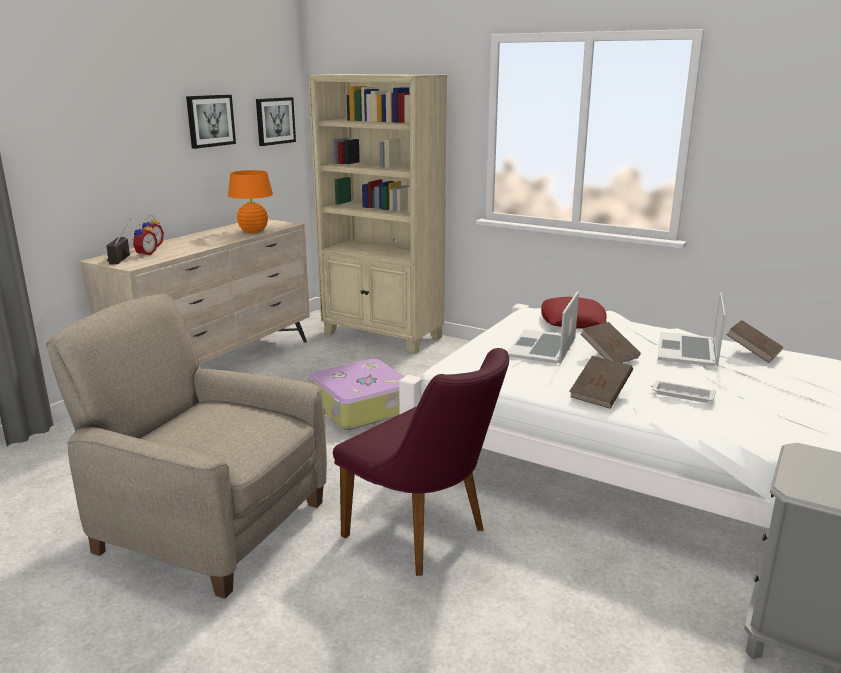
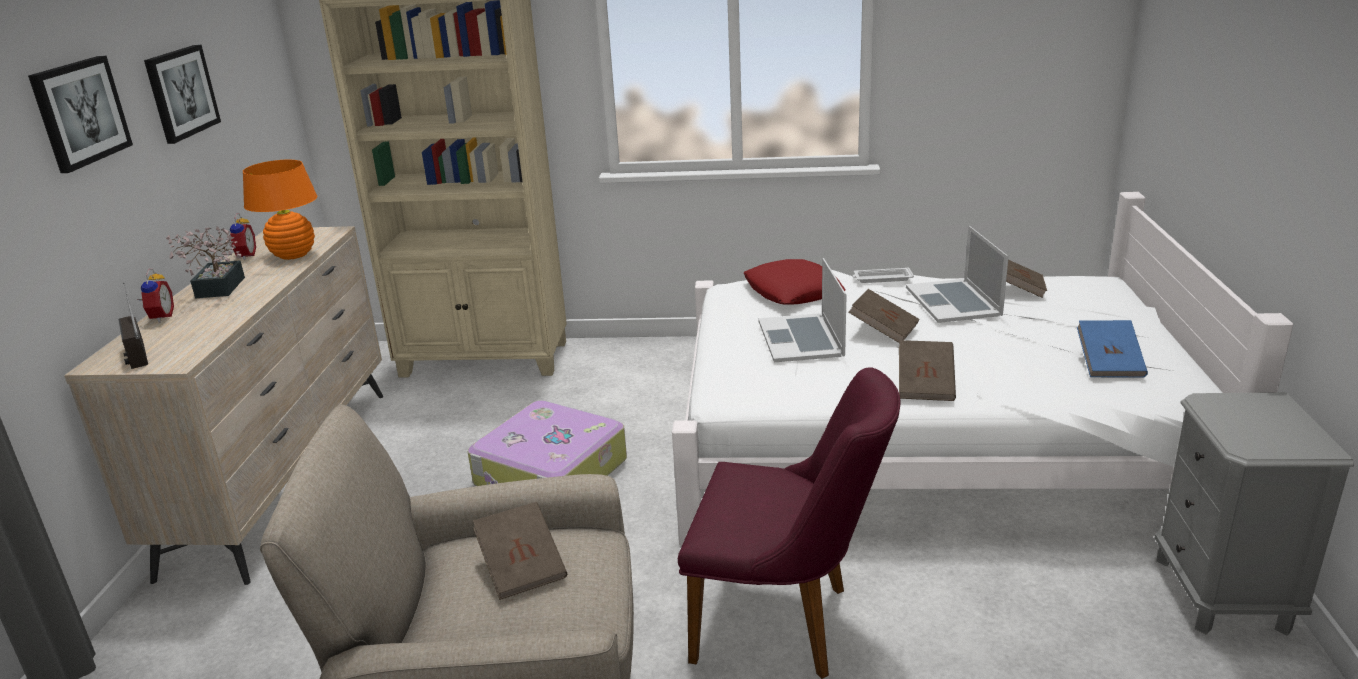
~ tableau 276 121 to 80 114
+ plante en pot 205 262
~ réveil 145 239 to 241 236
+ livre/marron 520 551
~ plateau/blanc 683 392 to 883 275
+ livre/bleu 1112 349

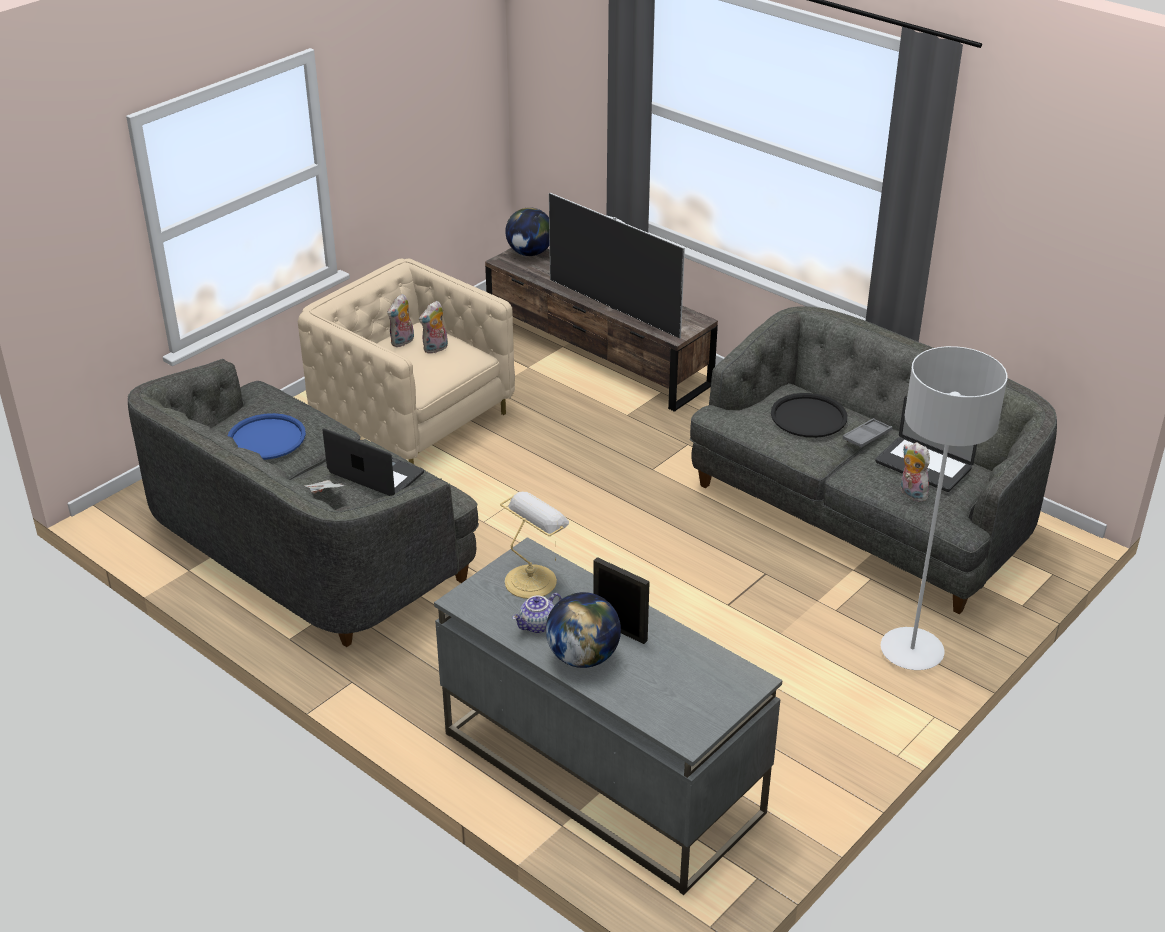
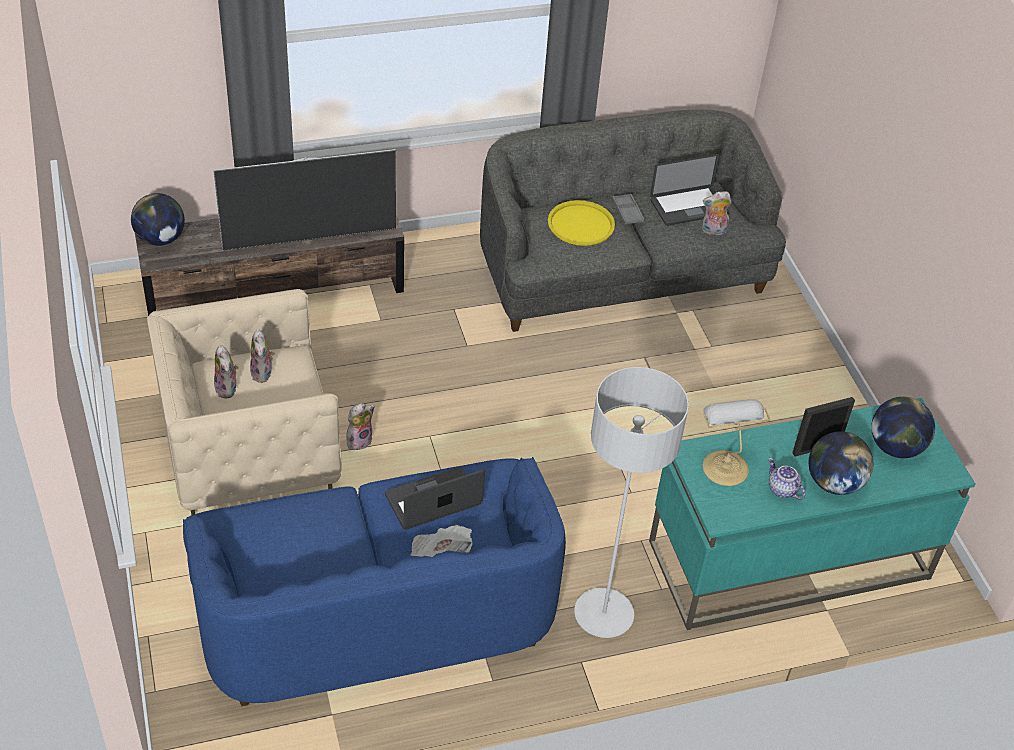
~ canapé/gris 303 503 to canapé/bleu 374 581
+ peluche 361 426
~ plateau/noir 809 415 to plateau/jaune 581 223
~ lampadaire/gris 943 508 to 631 502
~ bureau/gris 608 716 to bureau/turquoise 812 514
~ théière 537 613 = 786 479 150 degrees clockwise
+ globe 903 427
- plateau/bleu 267 436

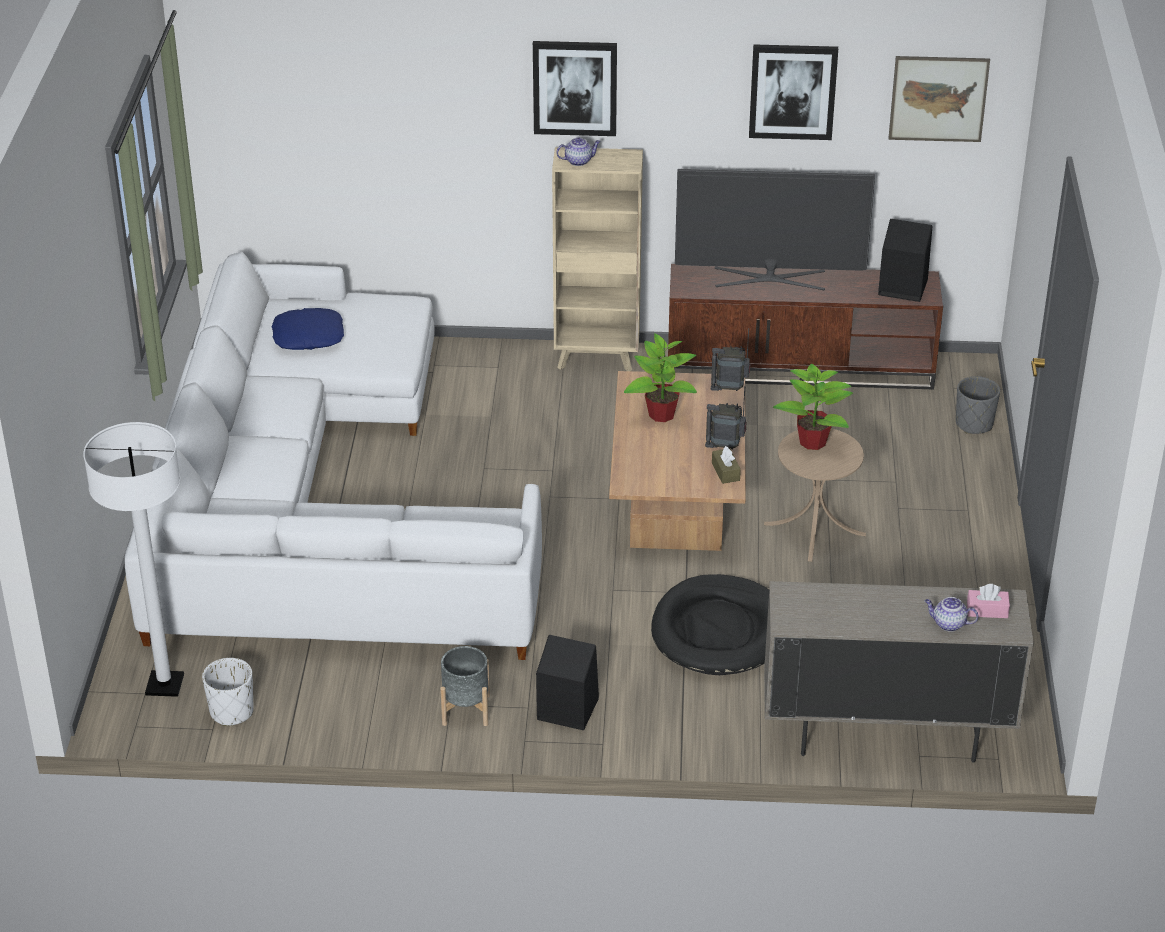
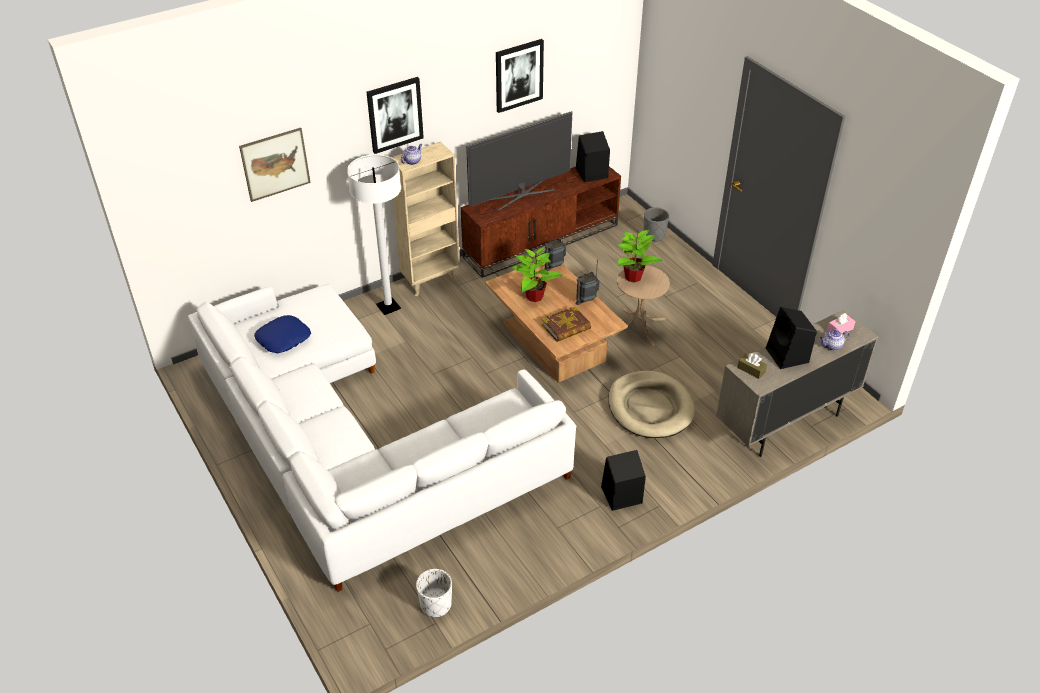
~ tableau 939 99 to 275 165
~ lampadaire/blanc 133 559 to 374 235
+ livre 566 324
~ panier pour chien/noir 710 624 to panier pour chien/beige 651 404
~ boîte à mouchoirs/marron 726 465 to 752 366
+ enceinte/noir 791 338
- cache-pot/gris 465 686

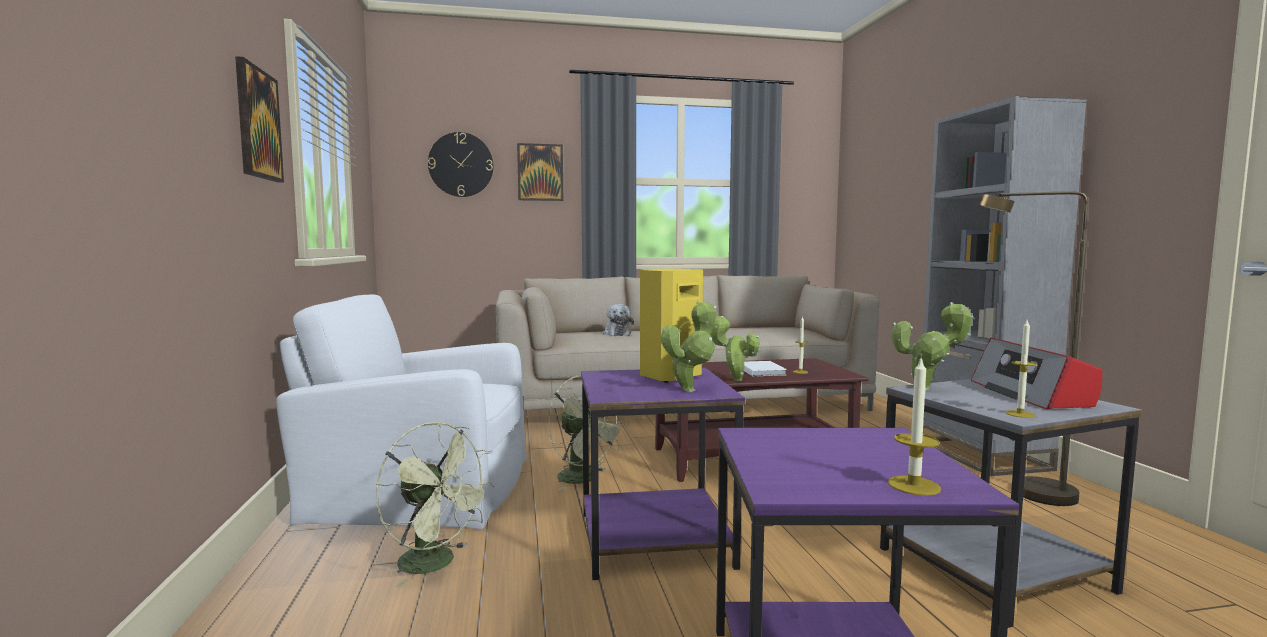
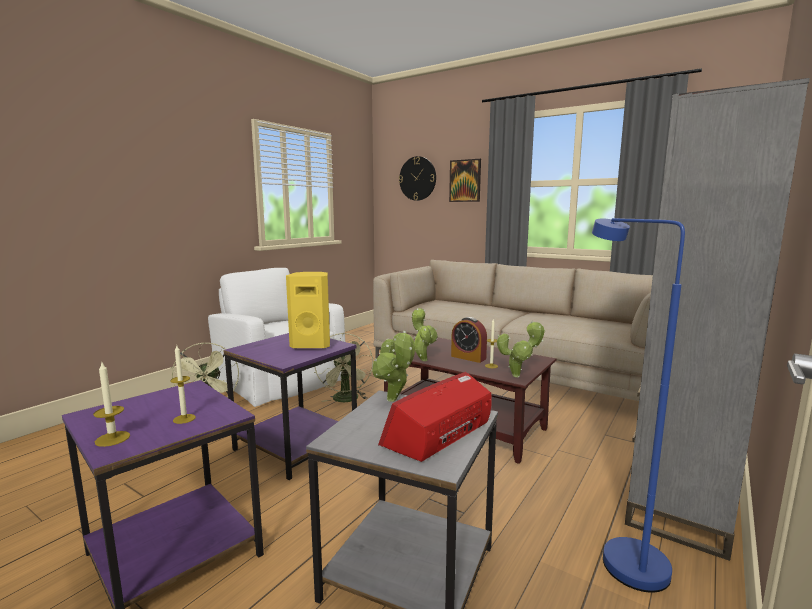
~ bougie 1021 369 to 183 384
~ livre/blanc 765 368 to réveil 469 340
~ plante en pot 689 346 to 521 349
~ lampadaire/marron 1033 348 to lampadaire/bleu 638 405
- tableau 259 119
- peluche 618 320

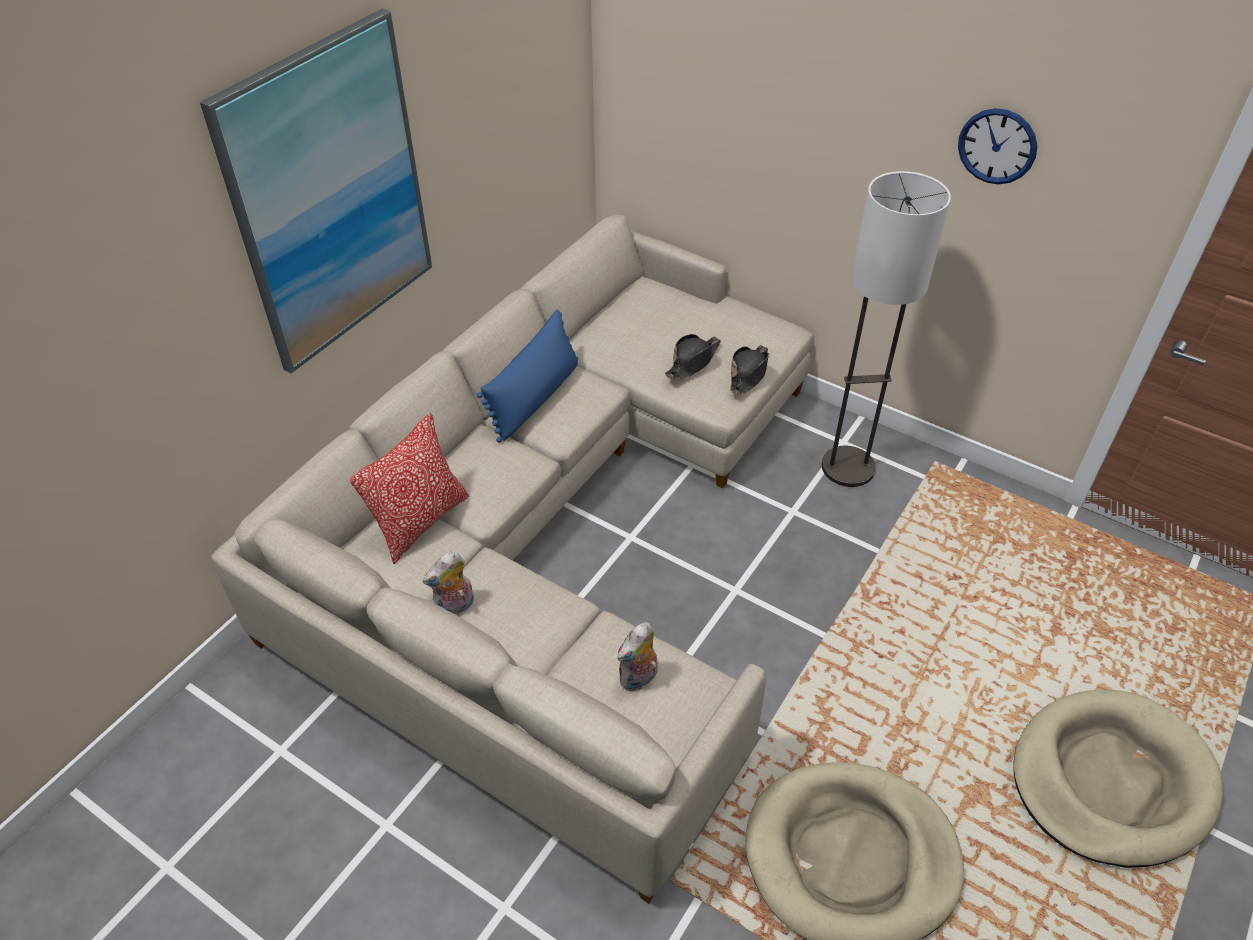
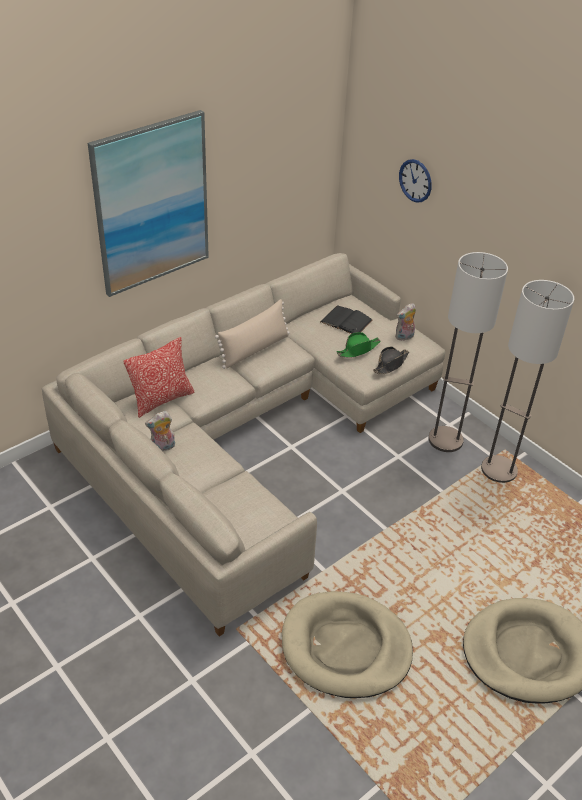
~ coussin/bleu 527 376 to coussin/beige 252 334
+ livre/noir 346 320
~ chapeau/noir 693 356 to chapeau/vert 358 345
~ peluche 638 656 to 405 322
~ horloge murale 997 146 to 415 181
+ lampadaire 527 381

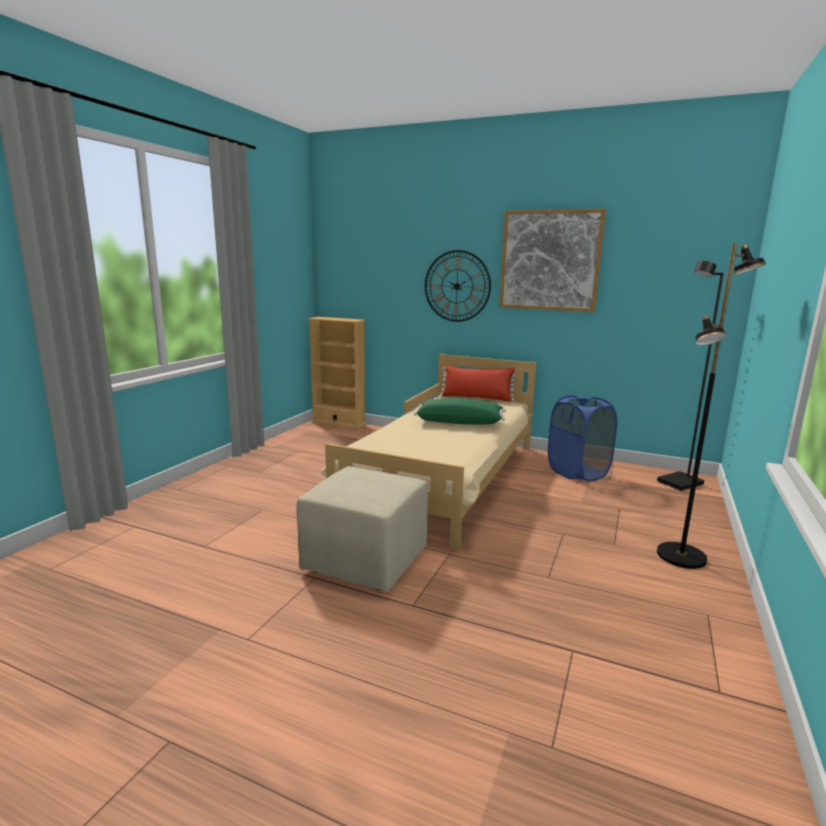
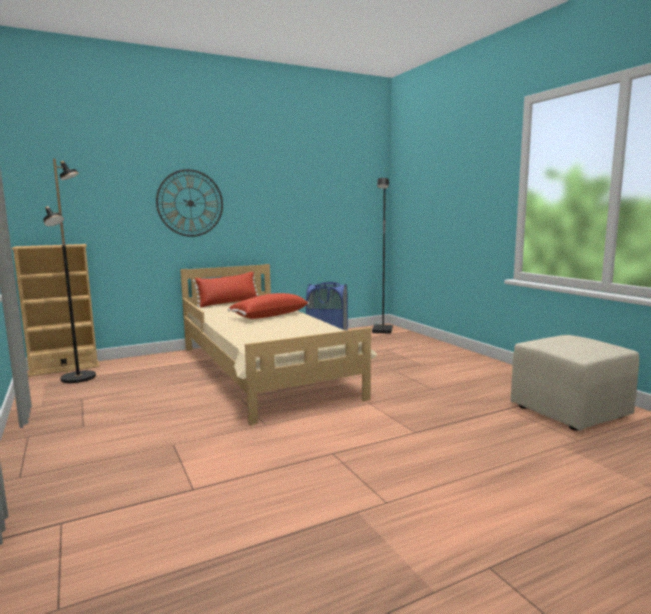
~ lampadaire/noir 711 406 to 69 270
~ coussin/vert 459 411 to coussin/rouge 268 306
~ pouf/beige 362 529 to 574 383
- tableau 552 260

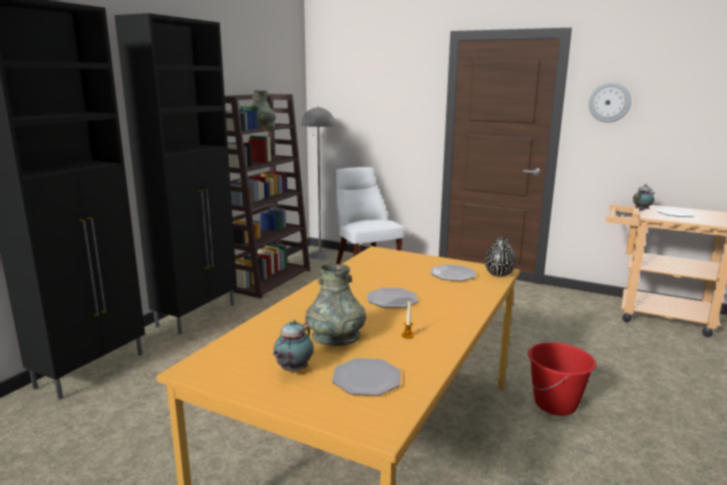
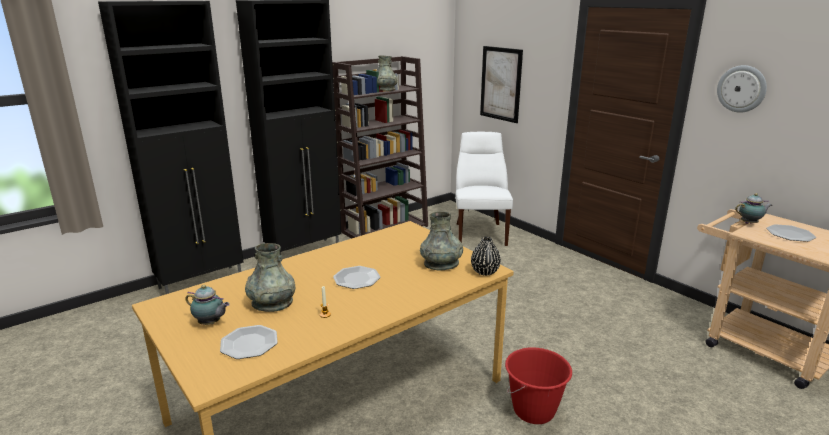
~ théière 293 346 = 207 305 120 degrees counterclockwise
~ assiette 453 272 to vase/gris 441 240
+ tableau 501 84
- lampadaire/gris 318 182

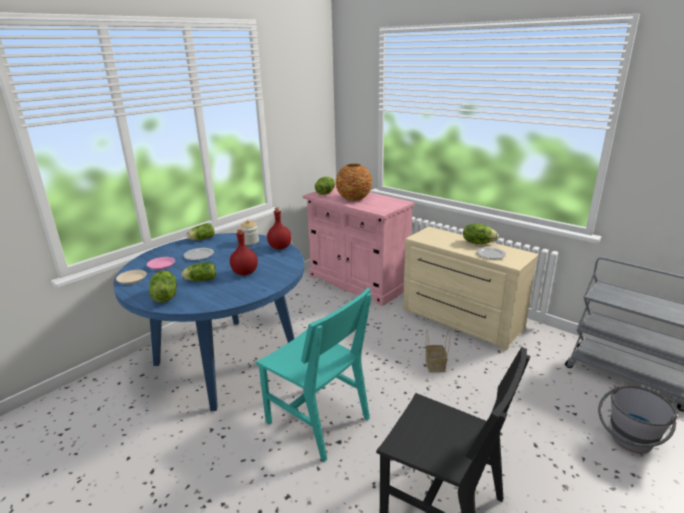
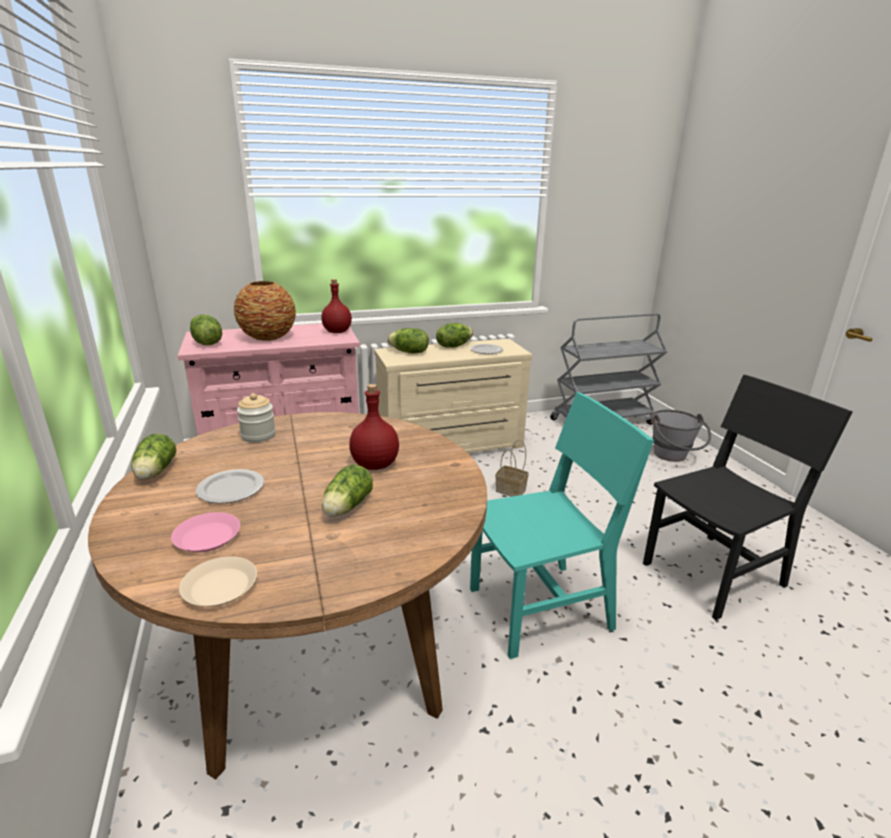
~ table à manger/bleu 208 322 to table à manger/marron 287 596
~ bouteille/rouge 279 228 to 336 306
~ laitue 163 287 to 408 340

